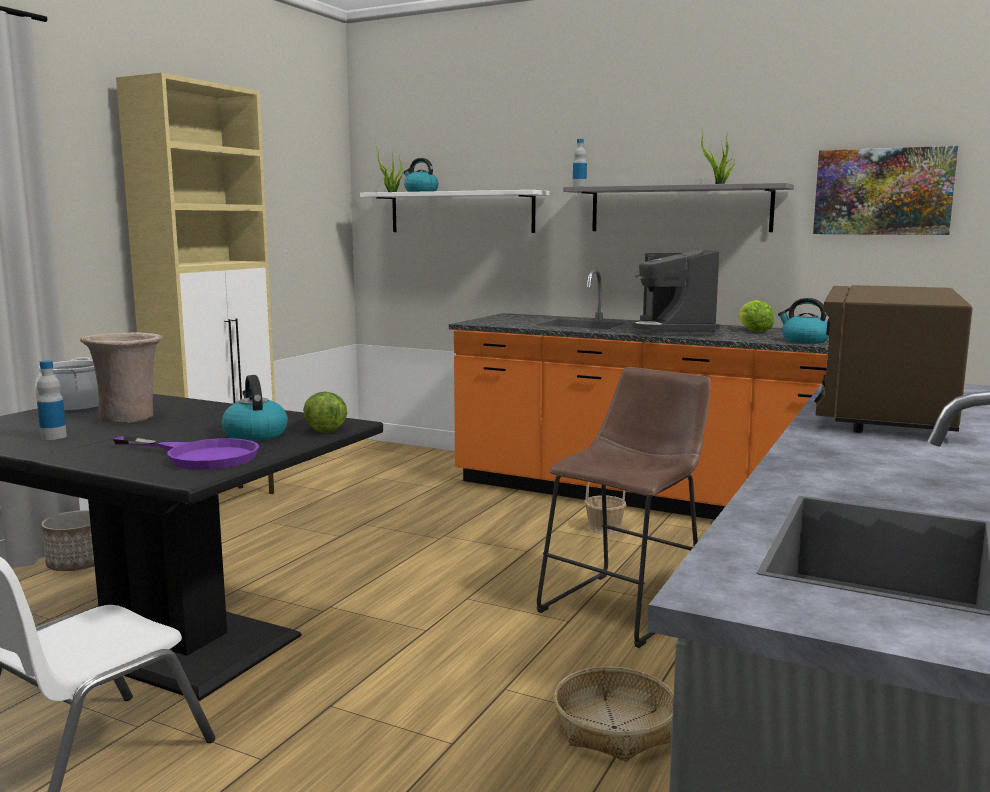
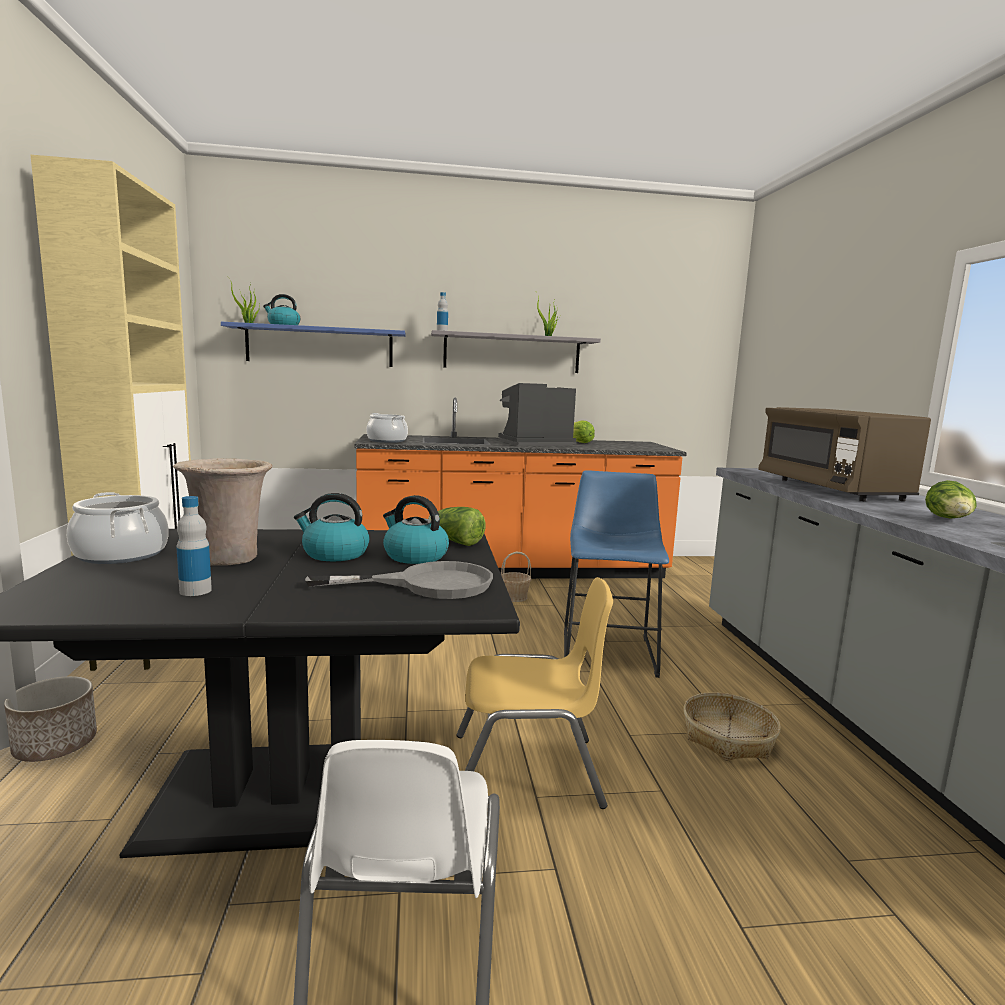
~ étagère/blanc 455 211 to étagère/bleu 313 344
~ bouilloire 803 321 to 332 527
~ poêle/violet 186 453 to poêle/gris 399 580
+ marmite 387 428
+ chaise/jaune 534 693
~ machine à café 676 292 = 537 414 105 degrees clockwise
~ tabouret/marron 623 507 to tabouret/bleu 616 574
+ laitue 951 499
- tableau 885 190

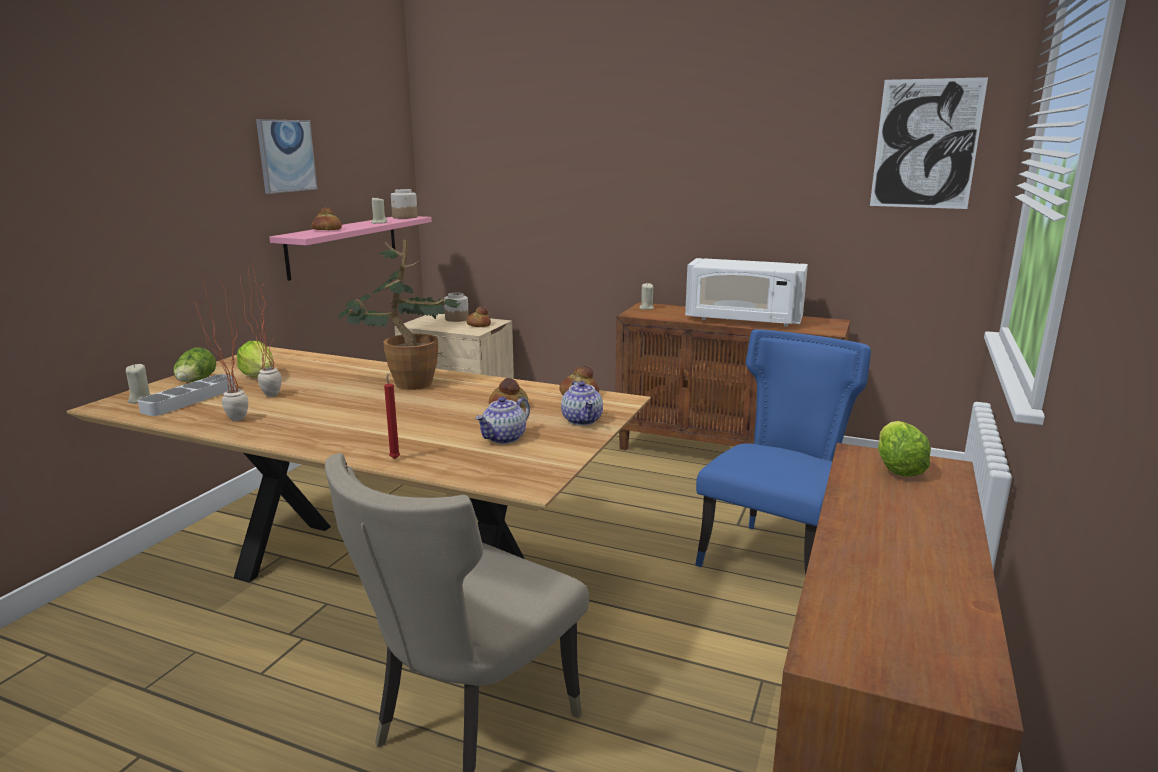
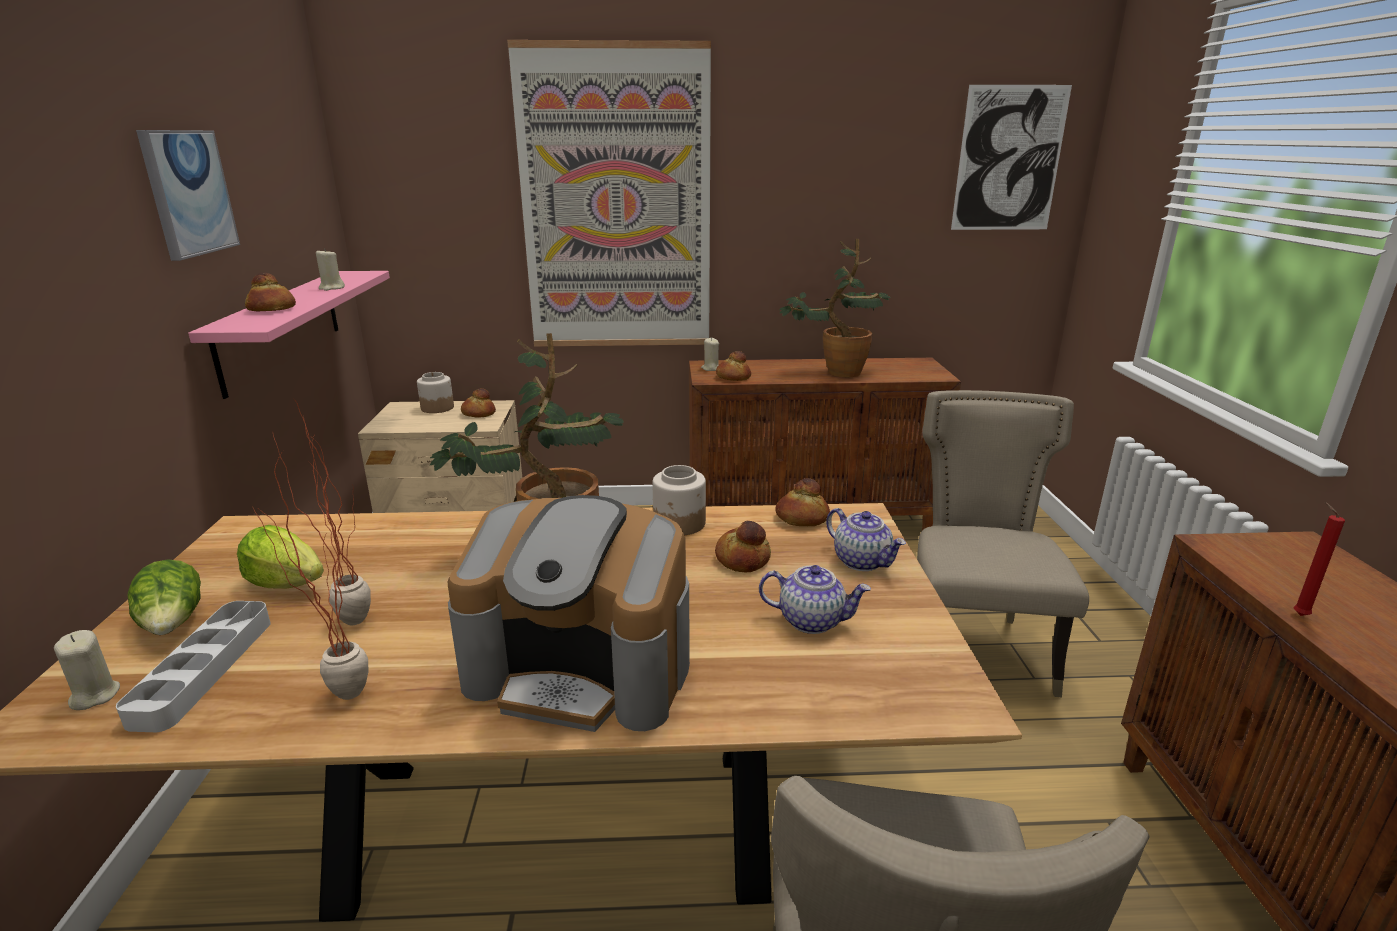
+ machine à café 569 613
+ tableau 609 193
~ bocal 404 204 to 679 500
+ pain 733 366
~ théière 502 420 = 815 599 90 degrees counterclockwise
~ micro-ondes/blanc 746 292 to plante en pot 835 308
~ chaise/bleu 783 452 to chaise/beige 1003 543
~ bougie/rouge 392 416 to 1319 559
- laitue 904 449

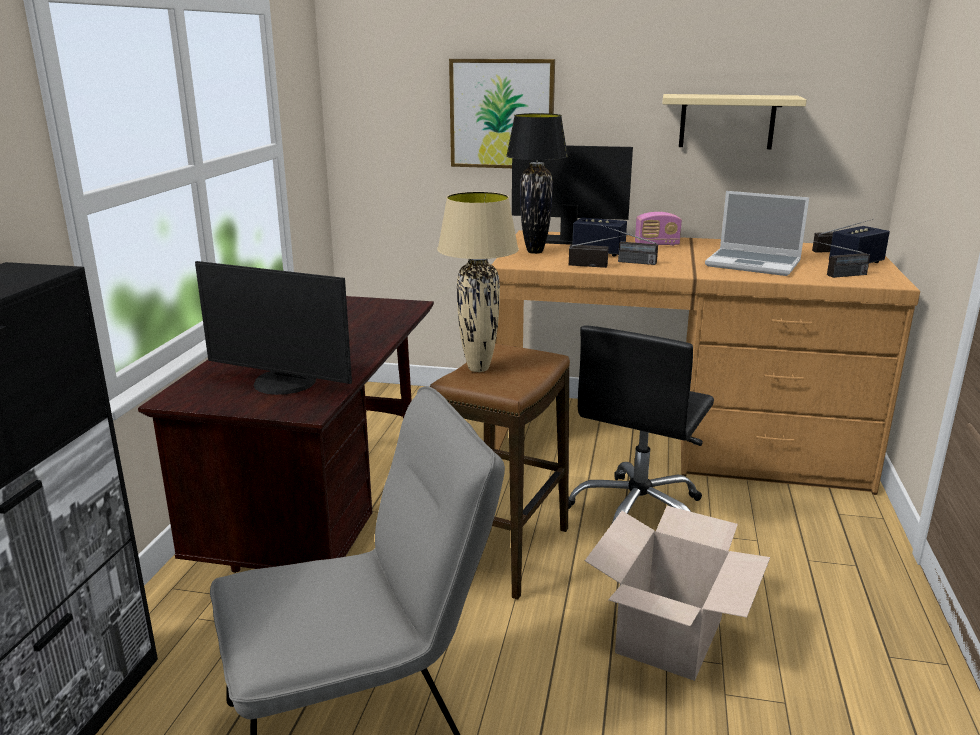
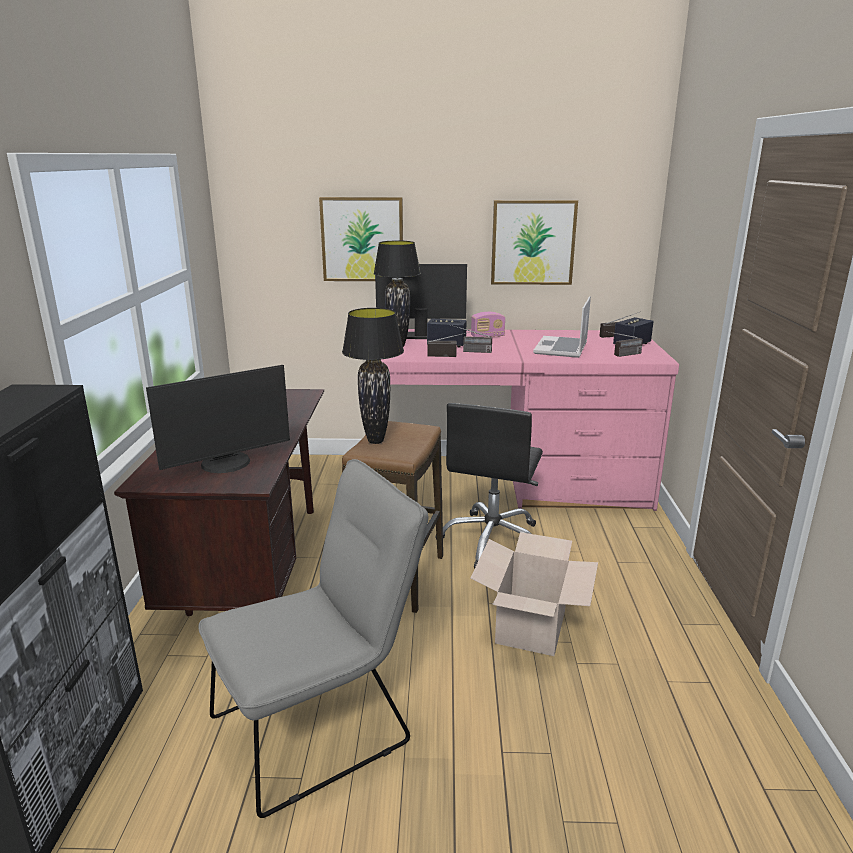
~ écran d'ordinateur 273 328 = 218 419 45 degrees counterclockwise
~ lampe de table/beige 478 282 to lampe de table/noir 373 376
~ bureau/marron 706 362 to bureau/rose 530 420
~ étagère/beige 734 121 to tableau 534 242
~ ordinateur portable 757 233 = 562 327 90 degrees clockwise

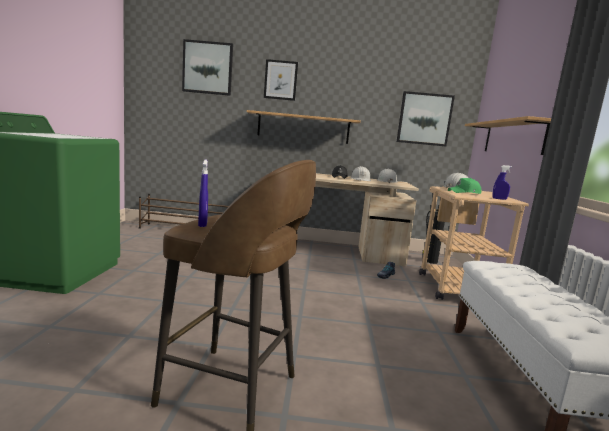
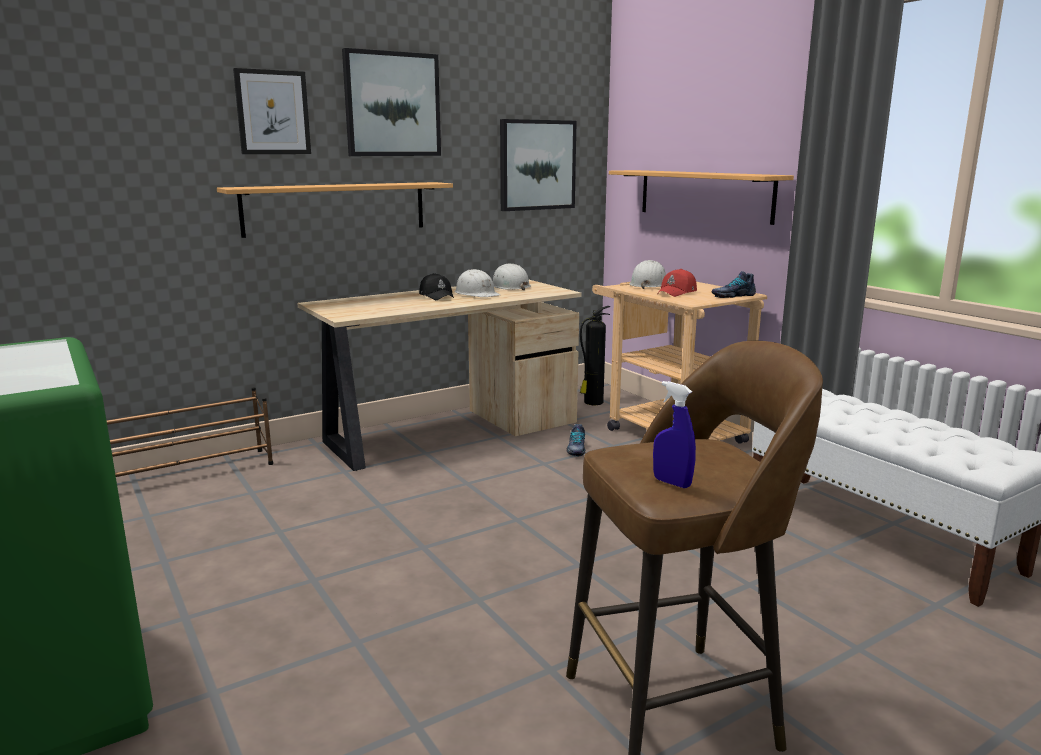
~ tableau 207 67 to 391 102
~ casquette/vert 464 186 to casquette/rouge 677 283
~ vaporisateur/bleu 502 182 to chaussure 734 284

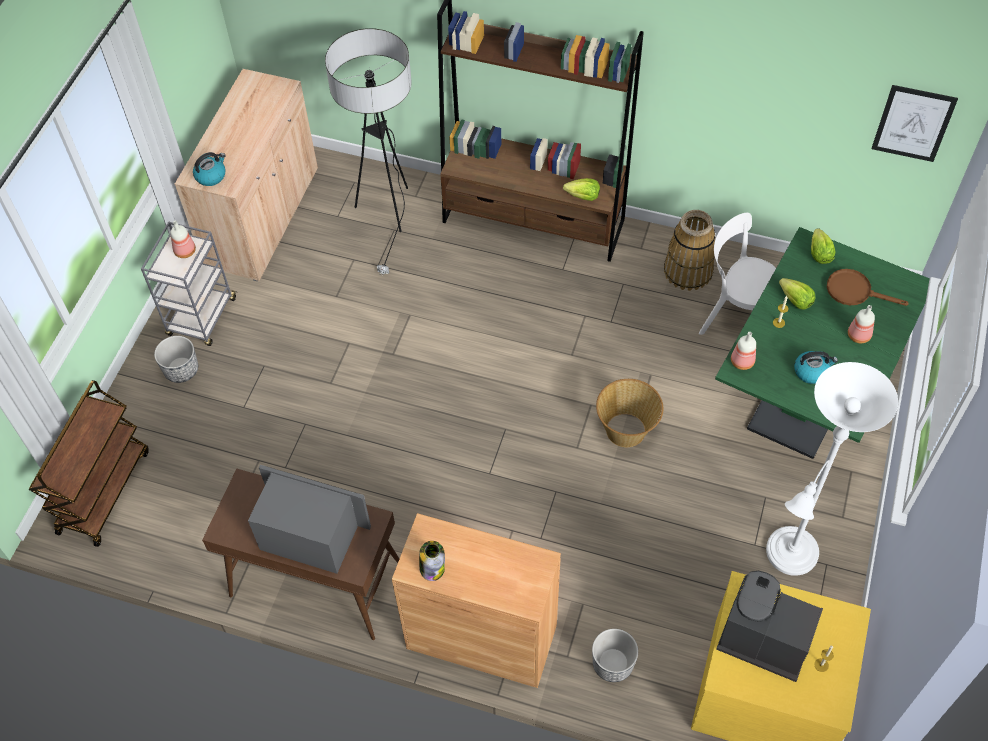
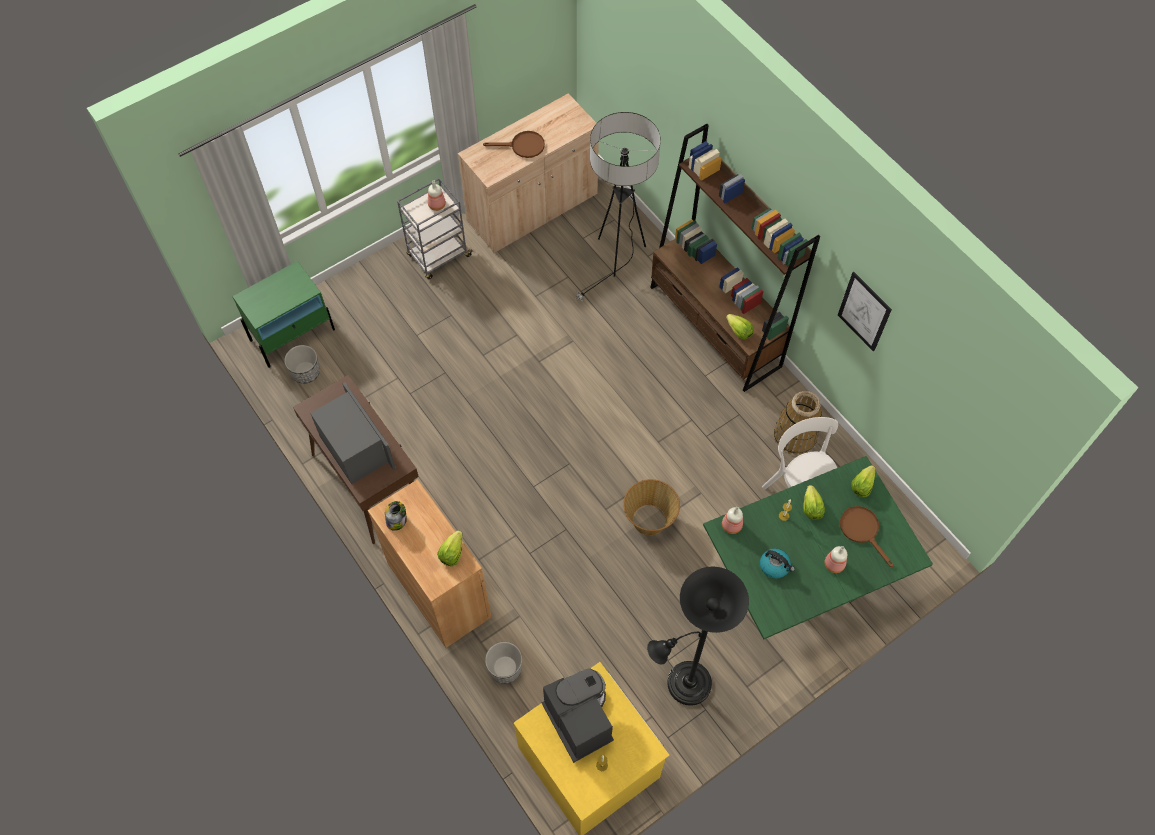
~ chariot/marron 89 463 to table de chevet/vert 283 314
~ cache-pot 176 359 to 302 364
+ laitue 450 548
+ poêle/marron 514 144
~ lampadaire/blanc 832 469 to lampadaire/noir 698 636
~ tableau 915 123 to 865 312
- bouilloire 209 169

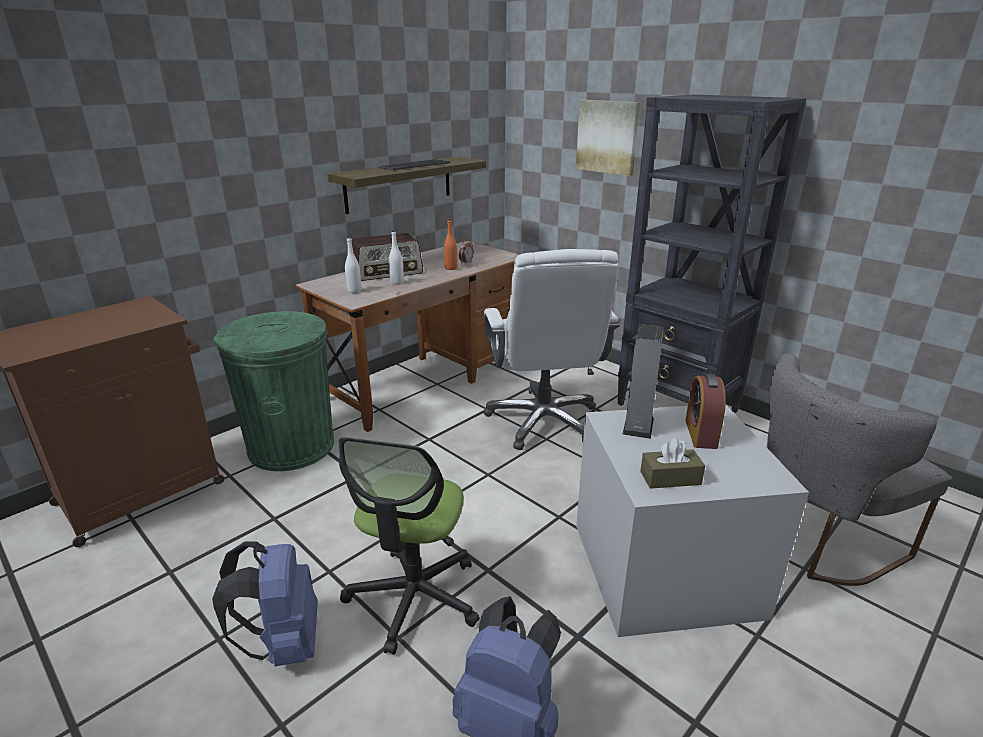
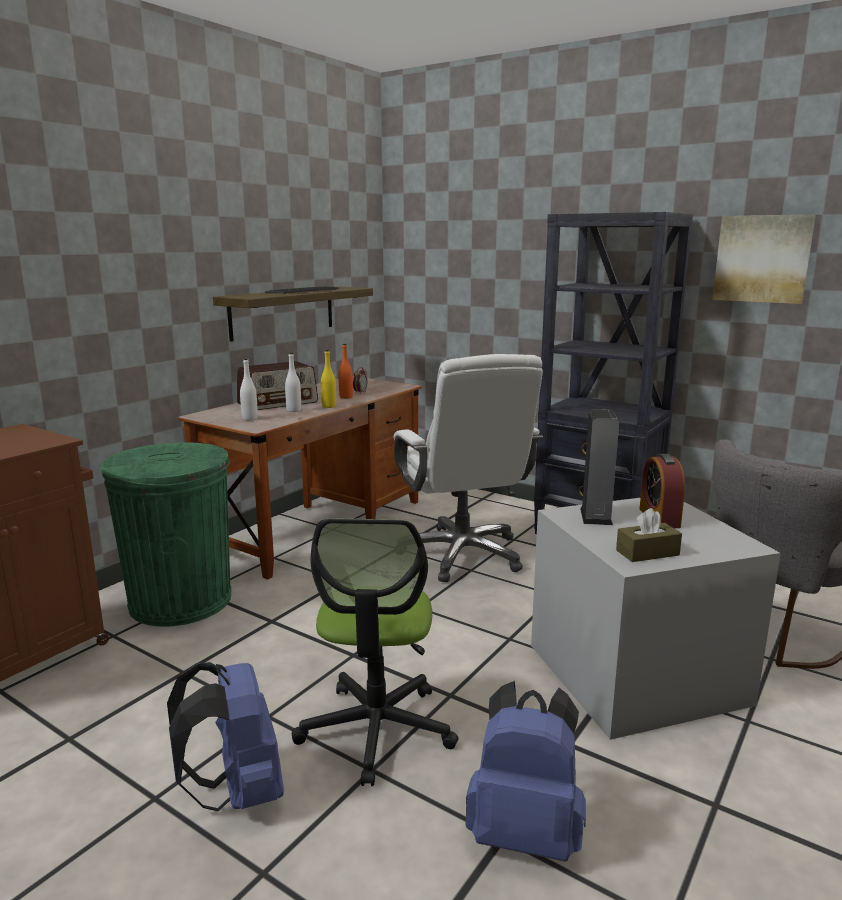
+ bouteille/jaune 328 379
~ tableau 608 138 to 764 259

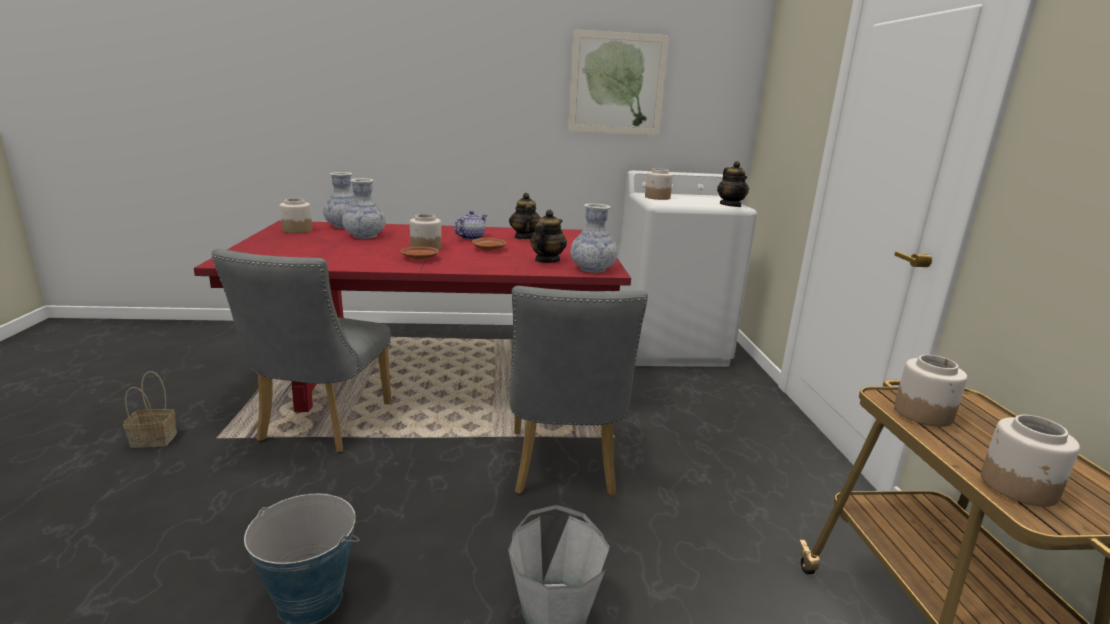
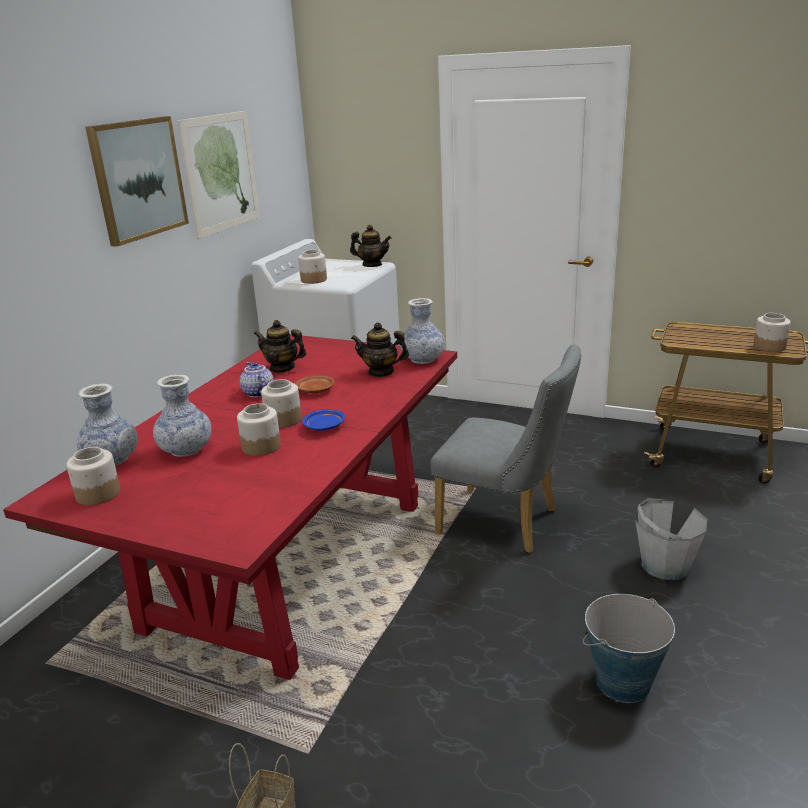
+ tableau 137 181
~ bocal 931 391 to 259 429
~ assiette/marron 419 253 to assiette/bleu 323 420
~ théière 548 236 = 380 349 45 degrees counterclockwise
- chaise/gris 301 350

